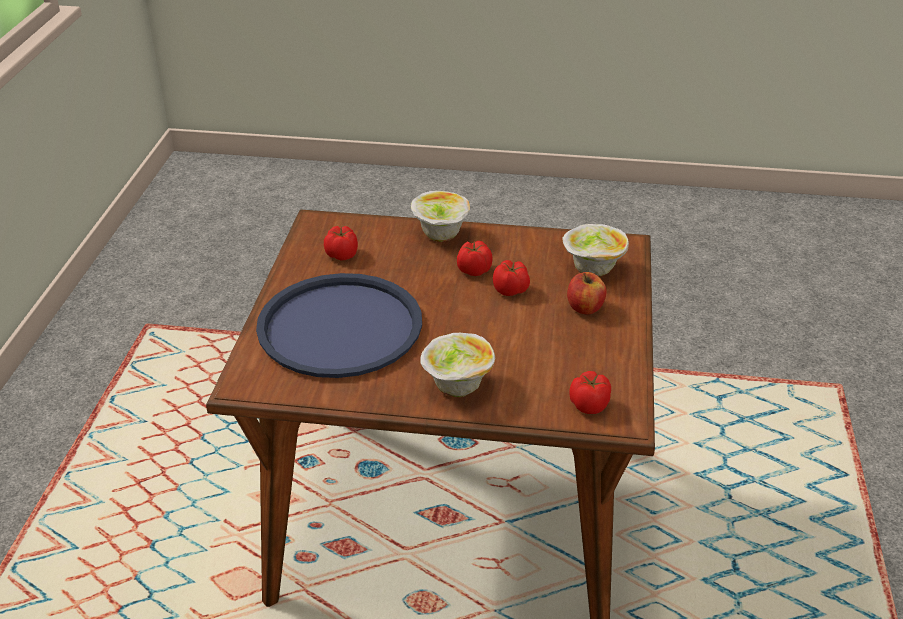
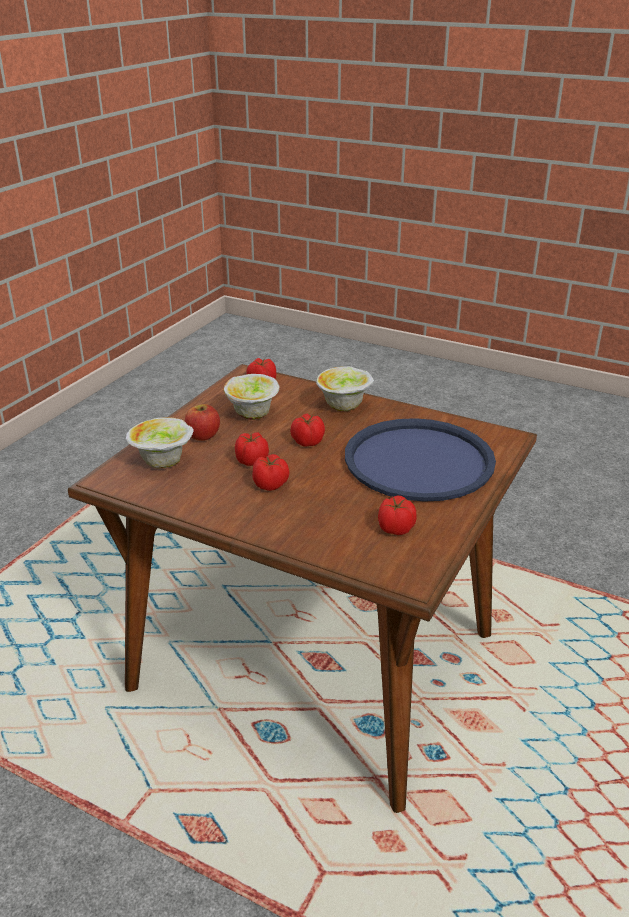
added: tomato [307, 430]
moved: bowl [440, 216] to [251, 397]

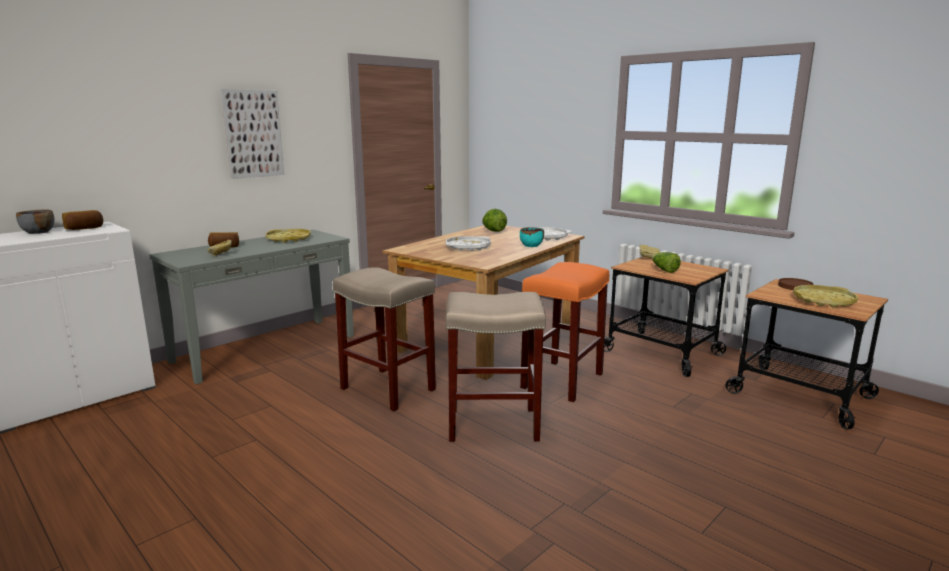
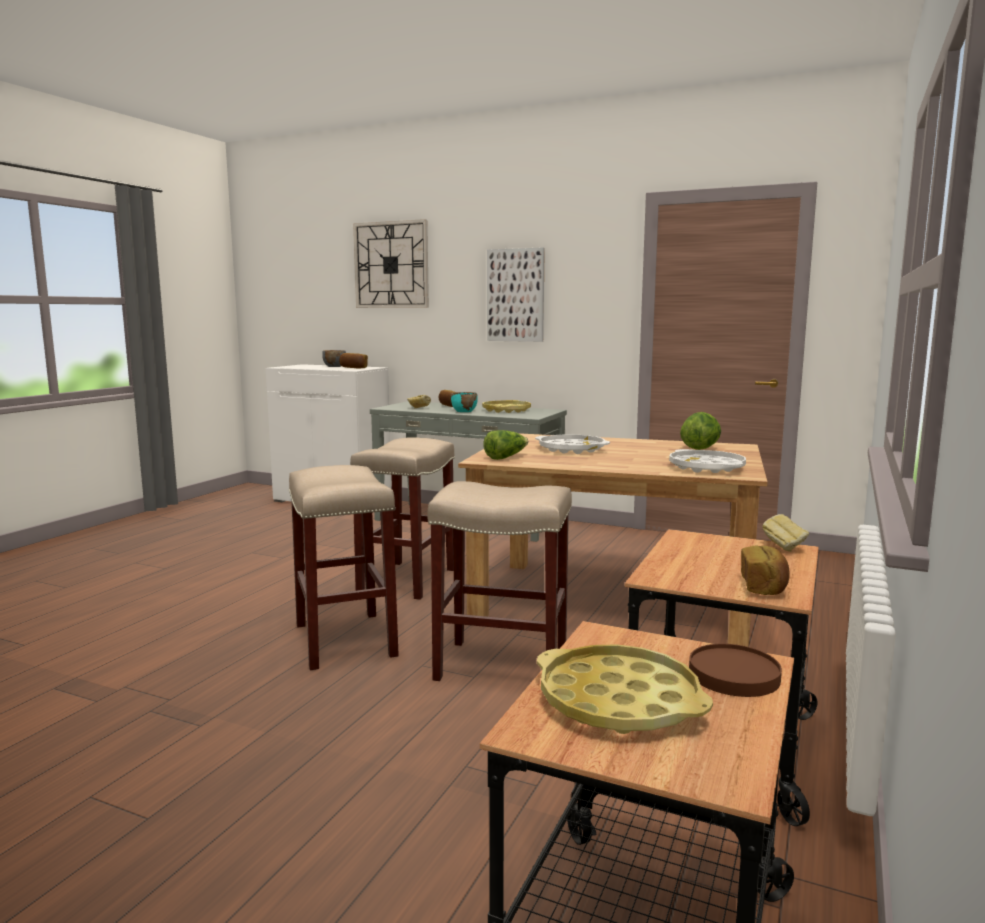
added: wall clock [391, 263]; bread [765, 570]
moved: bowl/turquoise [532, 237] to [464, 402]; lettuce [666, 262] to [506, 445]
recoloured: stool/orange [564, 332] to stool/beige [499, 581]

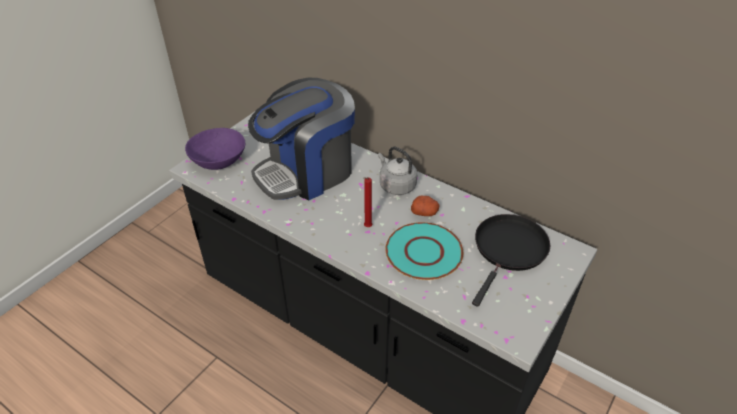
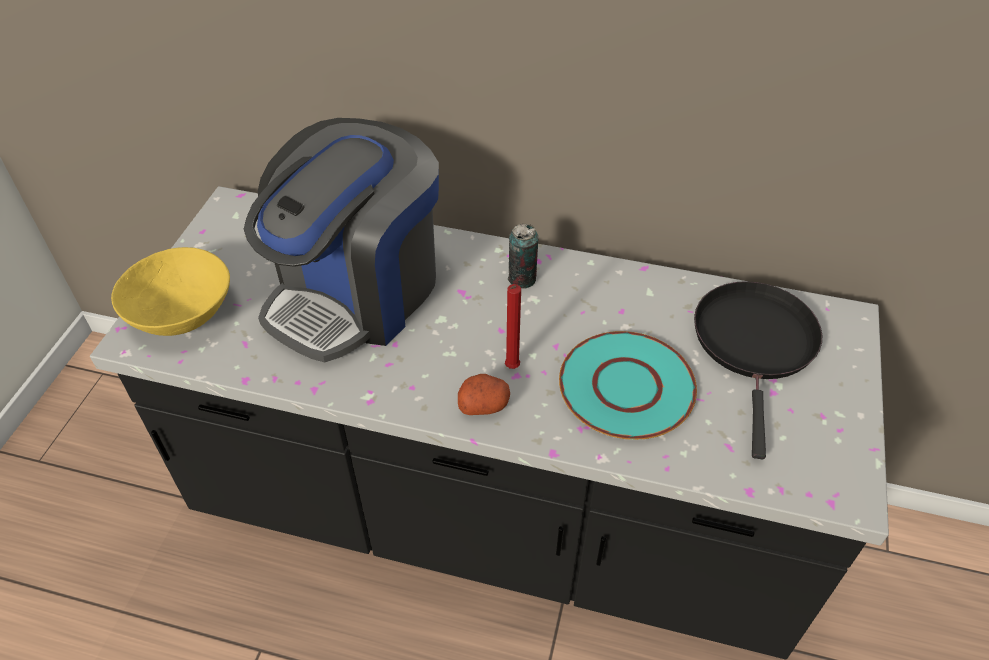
moved: potato [425, 205] to [484, 394]
replaced: kettle/grey [397, 171] to can [523, 256]
recoloured: bowl/purple [215, 149] to bowl/yellow [170, 291]

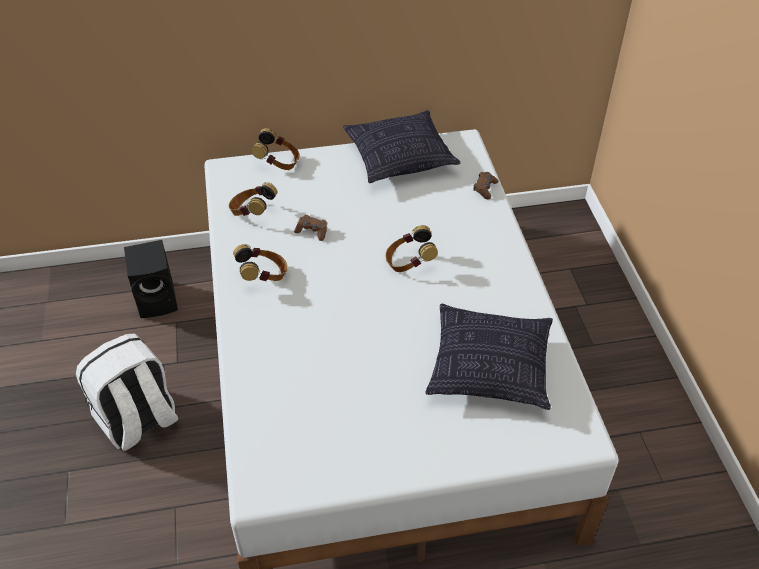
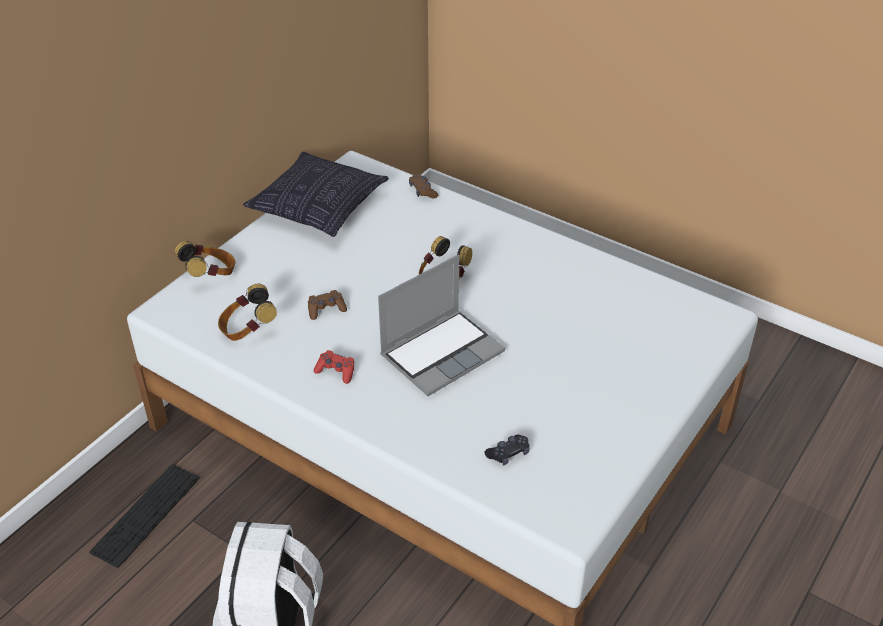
removed: pillow [489, 357]
added: laptop [441, 325]; game controller/black [506, 449]
replaced: speaker/black [151, 279] to keyboard [144, 516]; headphones [260, 262] to game controller/red [334, 367]

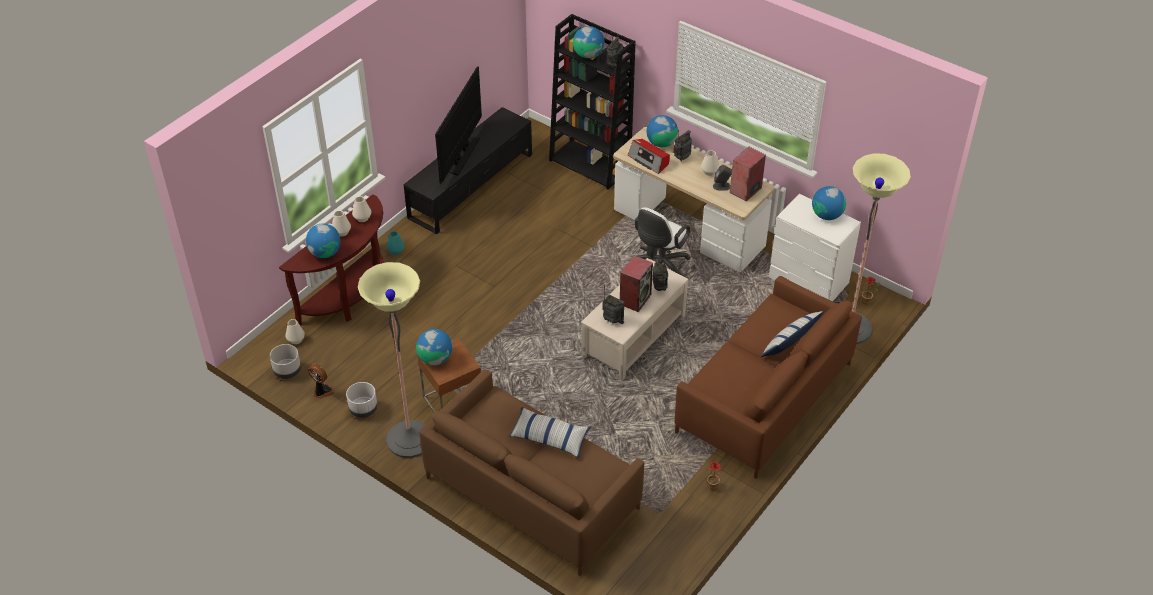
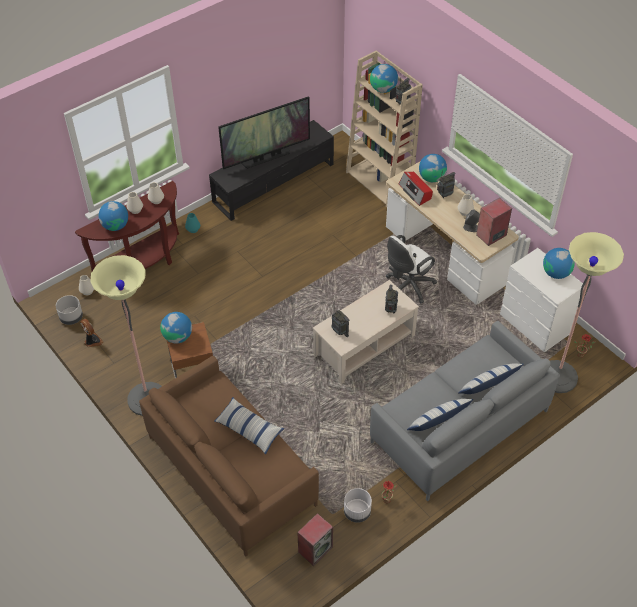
added: pillow [440, 415]
moved: planter/white [361, 400] to [358, 505]; speaker [636, 284] to [315, 539]
recoloured: bookcase/black [592, 102] to bookcase/beige [384, 128]; sofa/brown [768, 377] to sofa/grey [465, 411]
turned: television [458, 125] = [264, 132] 150 degrees counterclockwise

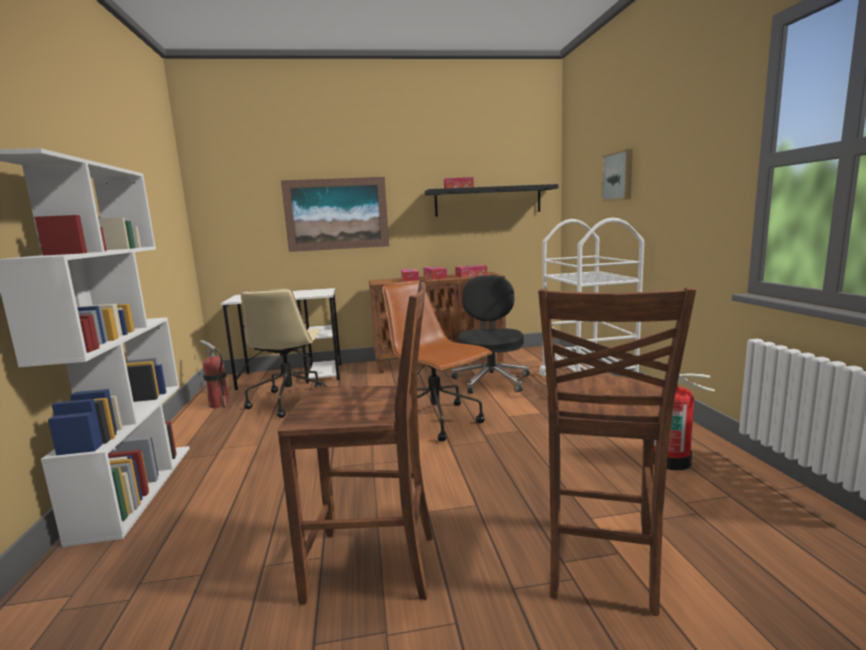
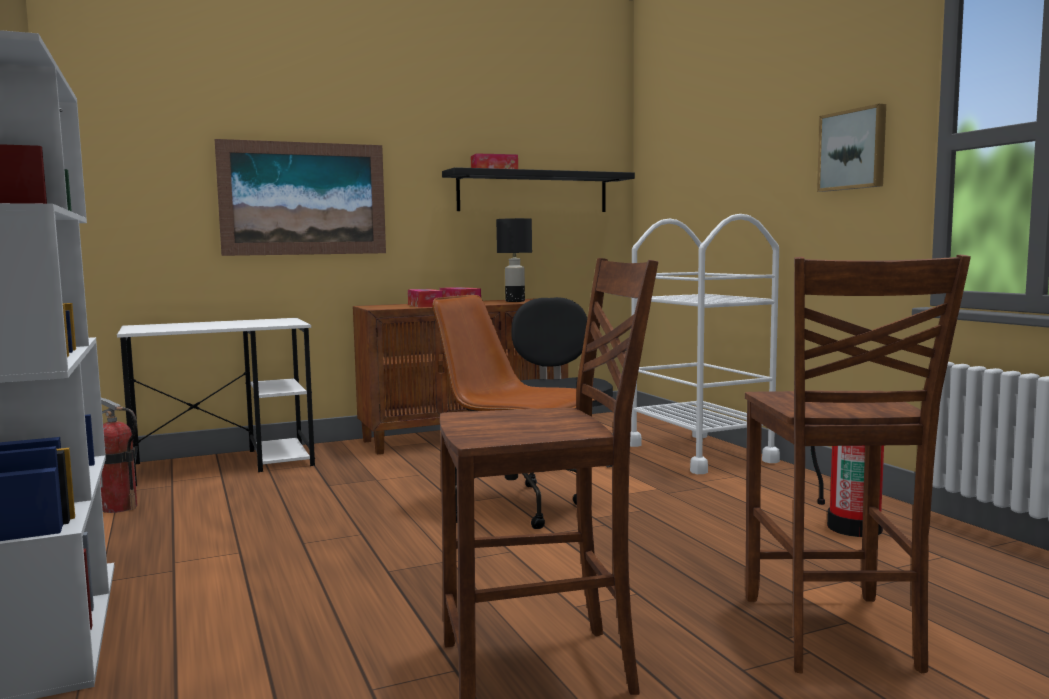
removed: office chair/beige [283, 353]
moved: picture [617, 175] to [851, 148]
replaced: tissue box [471, 271] to table lamp/black [514, 260]

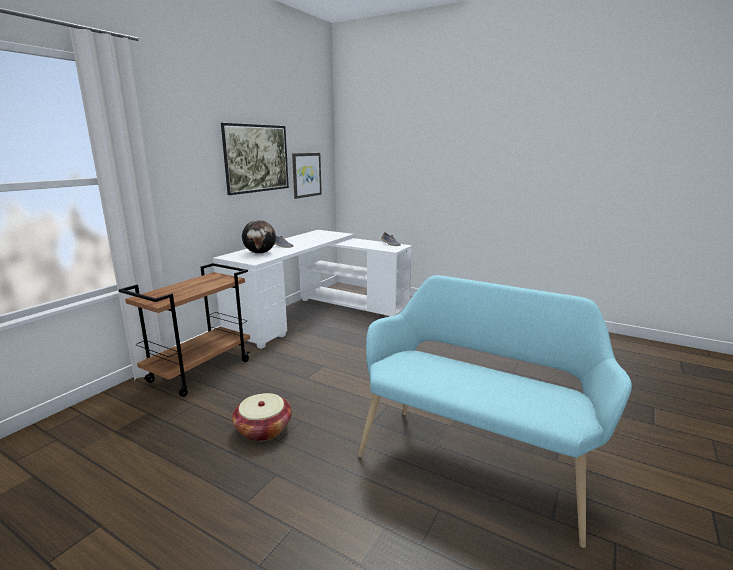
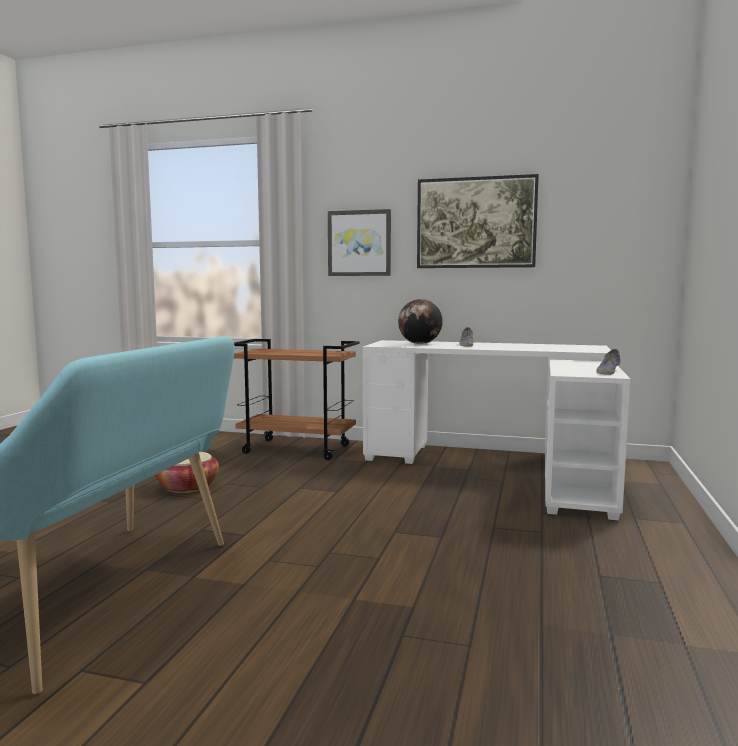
moved: picture [307, 176] to [359, 242]

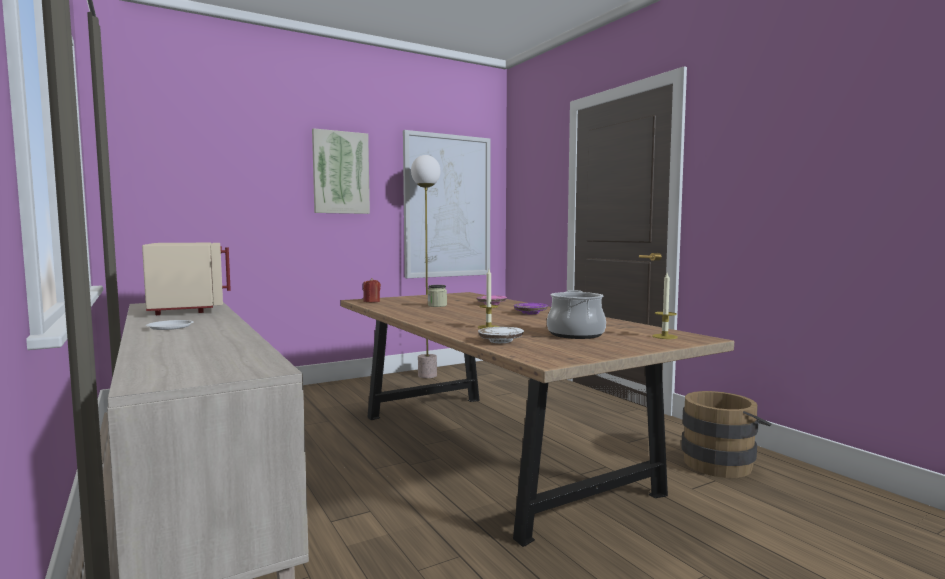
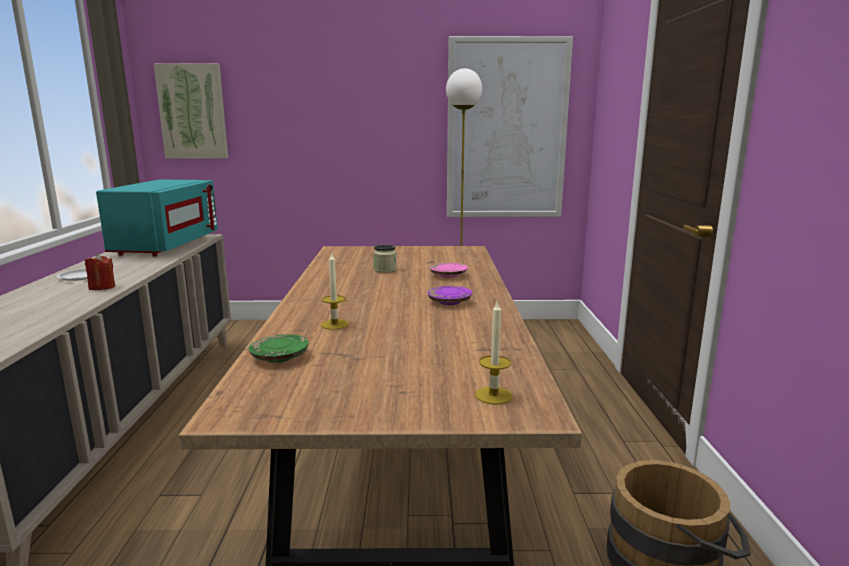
removed: cooking pot [576, 314]
moved: picture [341, 171] to [191, 111]; candle/red [372, 290] to [100, 272]
recoloured: microwave/beige [186, 279] to microwave/turquoise [157, 218]; plate/white [501, 335] to plate/green [279, 348]

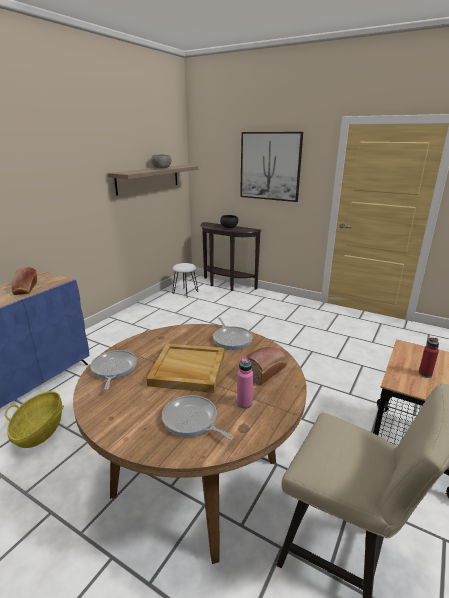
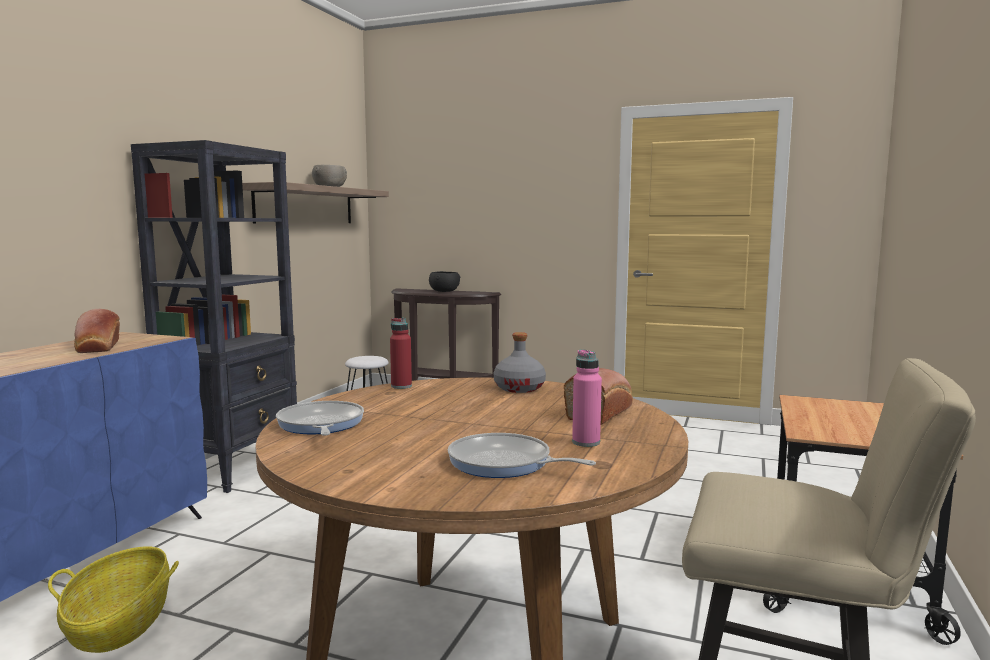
removed: tray/beige [185, 368]; picture [271, 167]
added: bookcase/black [214, 316]
moved: bottle/red [428, 358] to [401, 353]
replaced: frying pan [233, 333] to bottle/grey [520, 362]

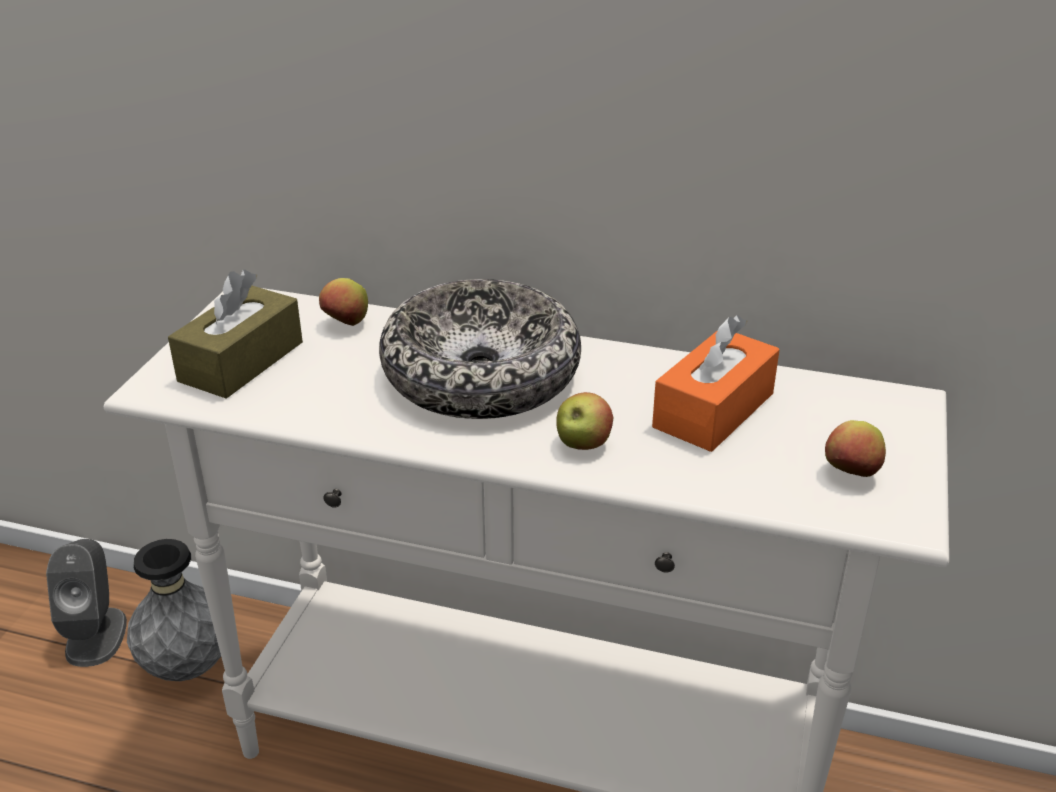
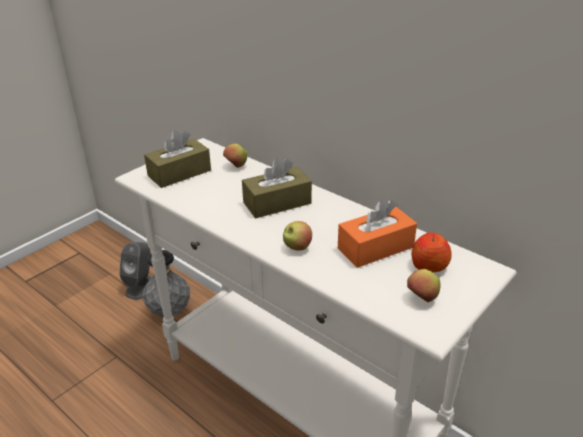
added: apple [431, 252]
replaced: bowl [480, 349] to tissue box/brown [277, 188]

